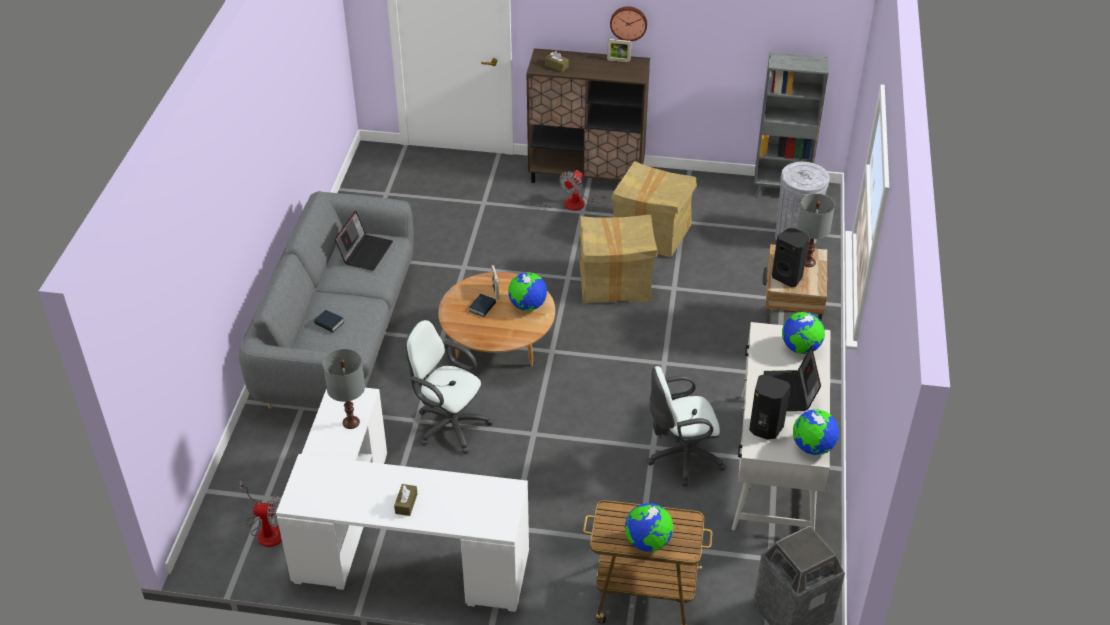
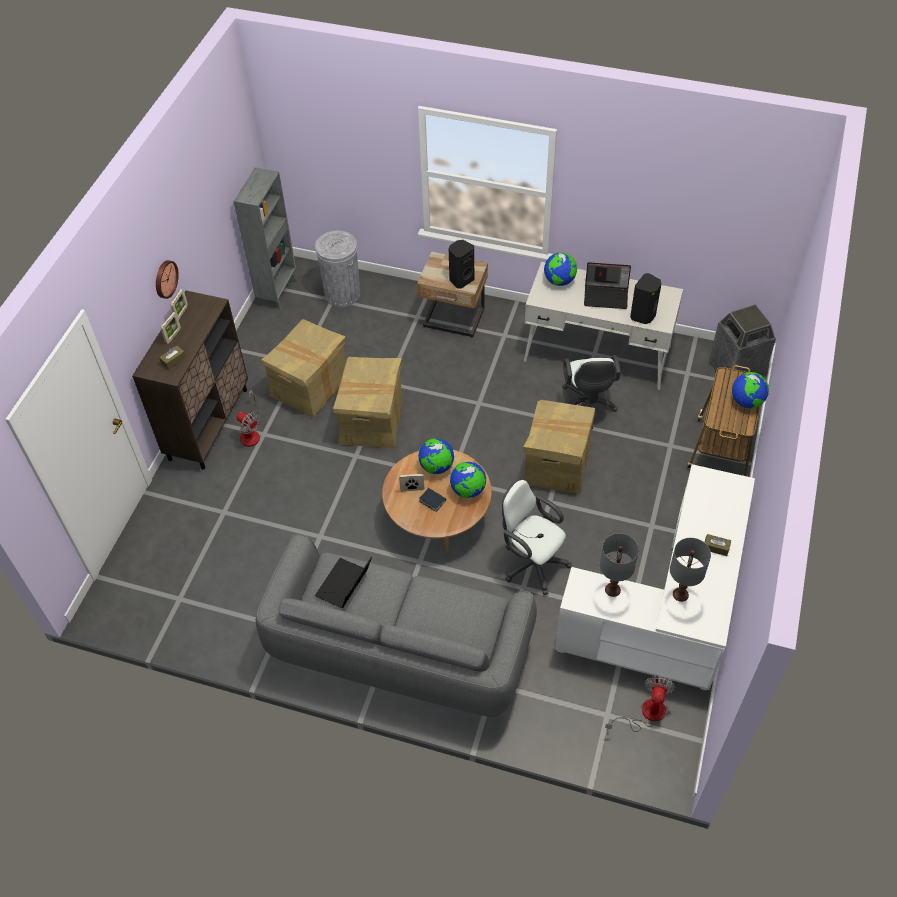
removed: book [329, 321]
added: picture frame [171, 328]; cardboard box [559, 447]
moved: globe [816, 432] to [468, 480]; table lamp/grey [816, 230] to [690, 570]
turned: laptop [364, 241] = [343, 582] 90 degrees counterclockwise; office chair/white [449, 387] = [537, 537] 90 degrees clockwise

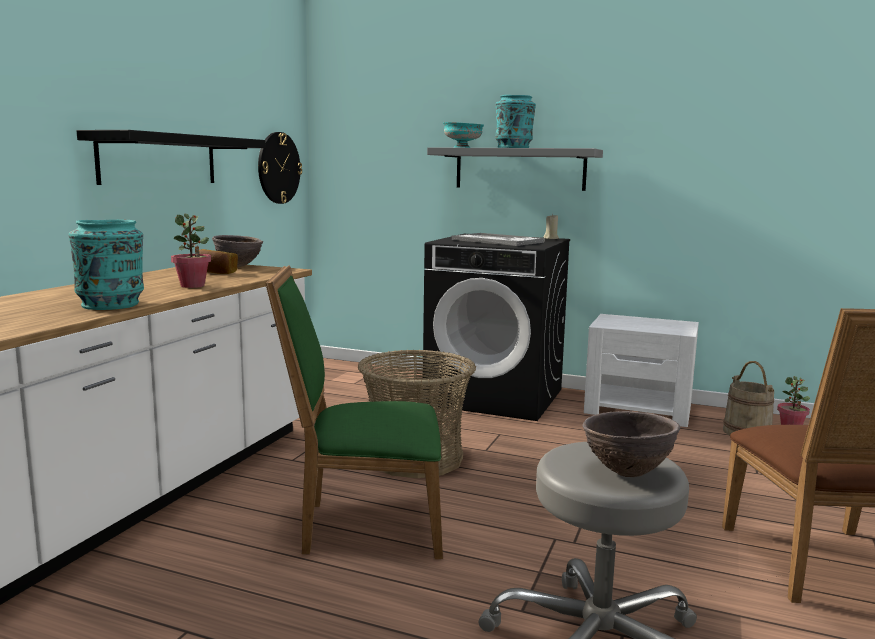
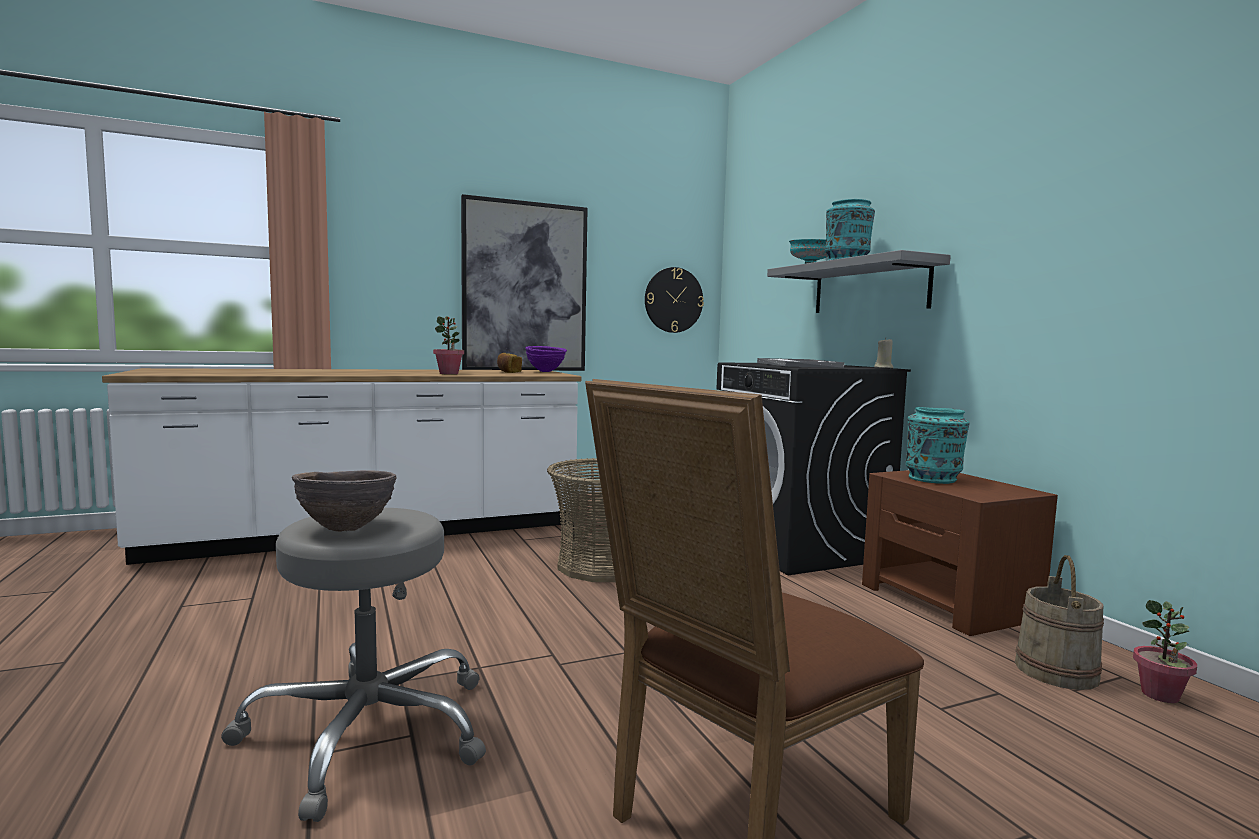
removed: chair/green [354, 412]
moved: vase/turquoise [106, 264] to [937, 445]
replaced: shelf/black [171, 157] to picture [524, 282]
recoloured: bowl/brown [237, 251] to bowl/purple [546, 359]; nightstand/white [641, 370] to nightstand/brown [960, 553]

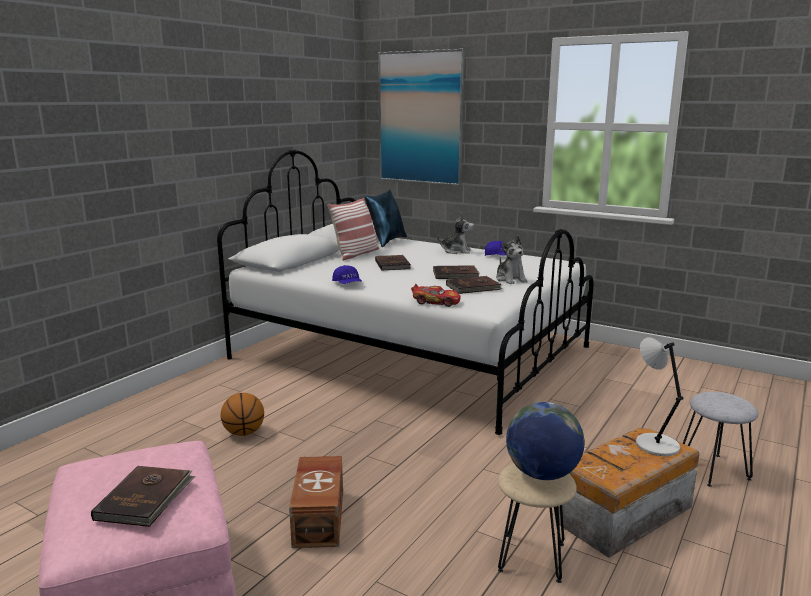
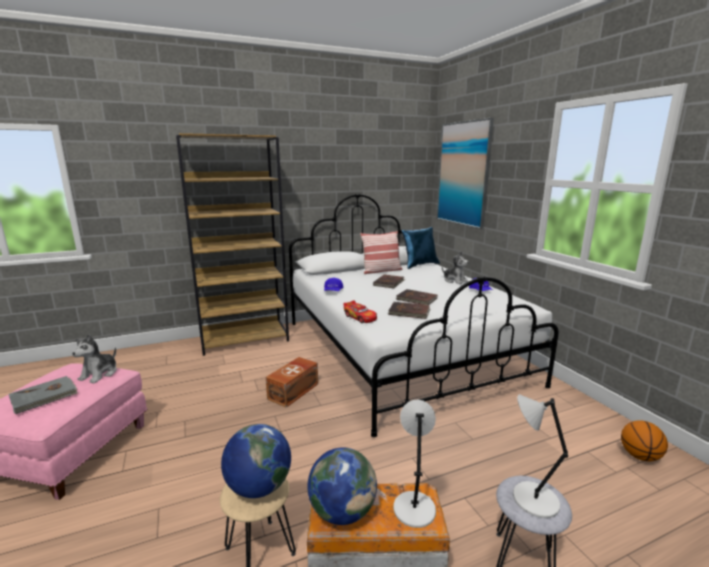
added: bookcase/brown [232, 244]; globe [342, 486]; table lamp/grey [540, 456]
moved: basketball [242, 414] to [644, 440]; storage box/brown [316, 502] to [292, 382]; plush toy [512, 259] to [94, 358]
recoloured: book/brown [143, 496] to book/grey [43, 395]

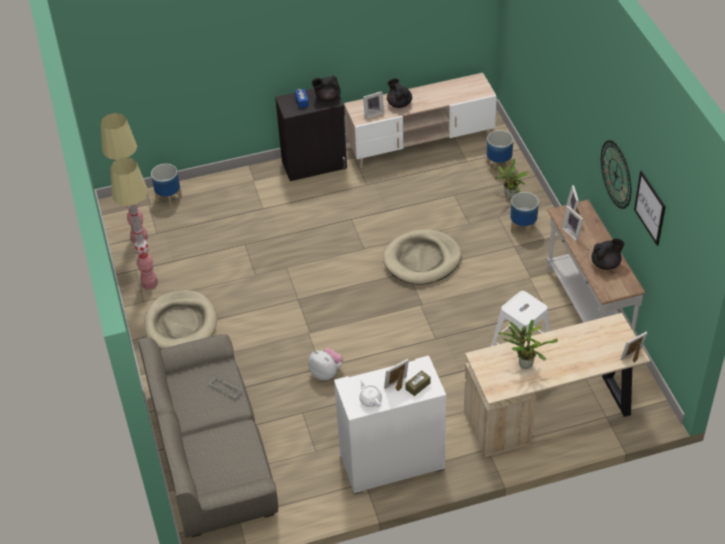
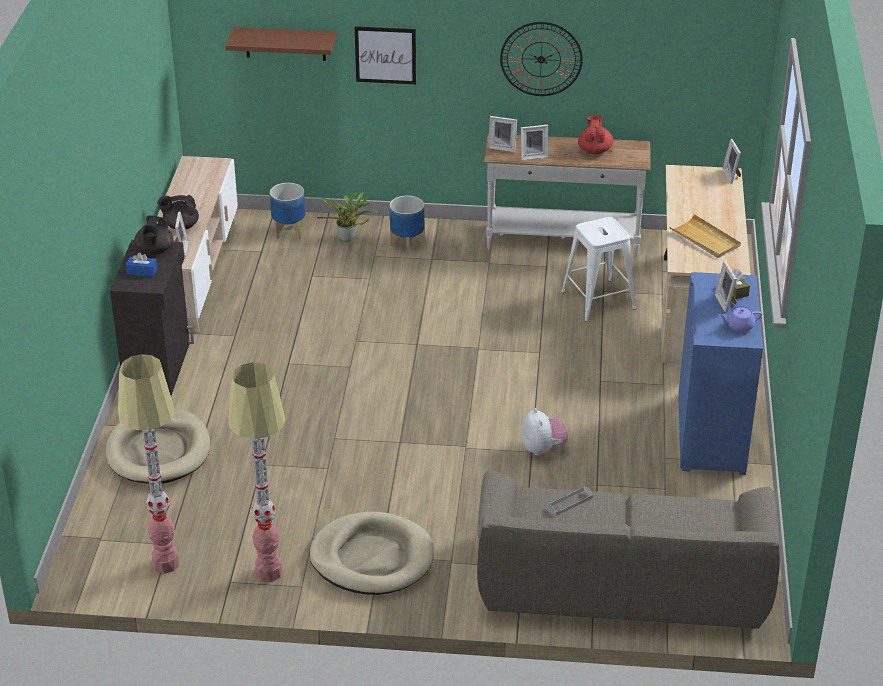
removed: planter [166, 186]
added: shelf/brown [281, 44]
moved: dog bed/beige [422, 257] to [158, 446]; picture [650, 208] to [385, 55]
replaced: potted plant [528, 344] to tray/beige [705, 236]
recoloured: cabinet/white [390, 424] to cabinet/blue [720, 373]; teapot/white [370, 393] to teapot/purple [740, 319]; teapot/black [608, 254] to teapot/red [595, 134]
turned: plush toy [325, 364] = [545, 432] 105 degrees clockwise

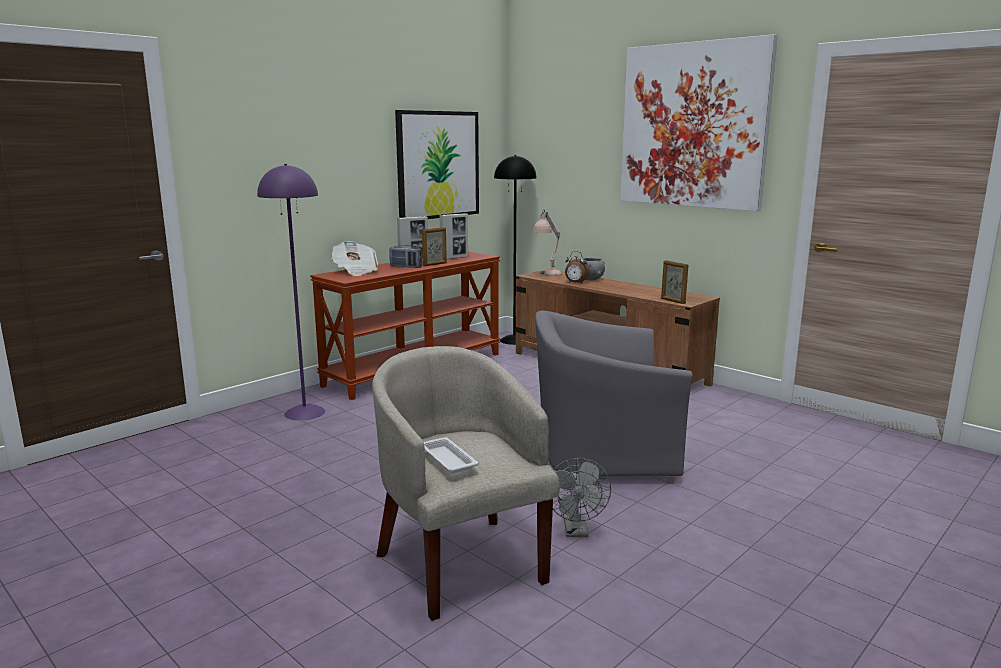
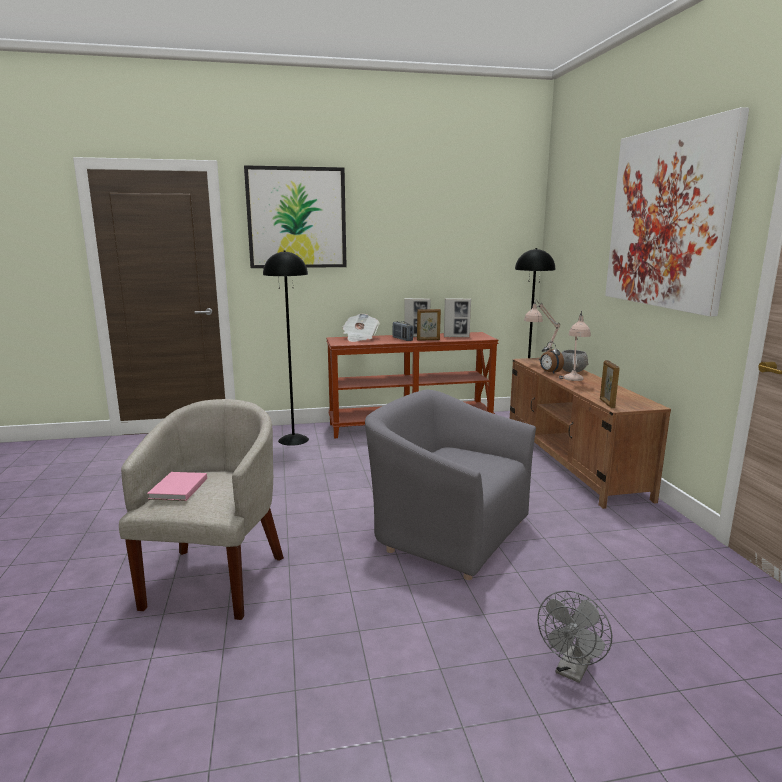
added: table lamp/beige [575, 346]
moved: picture [437, 164] to [295, 216]; fan/grey [582, 497] to [575, 636]
replaced: tray/white [451, 455] to book/pink [177, 486]
recoloured: floor lamp/purple [291, 292] to floor lamp/black [286, 348]

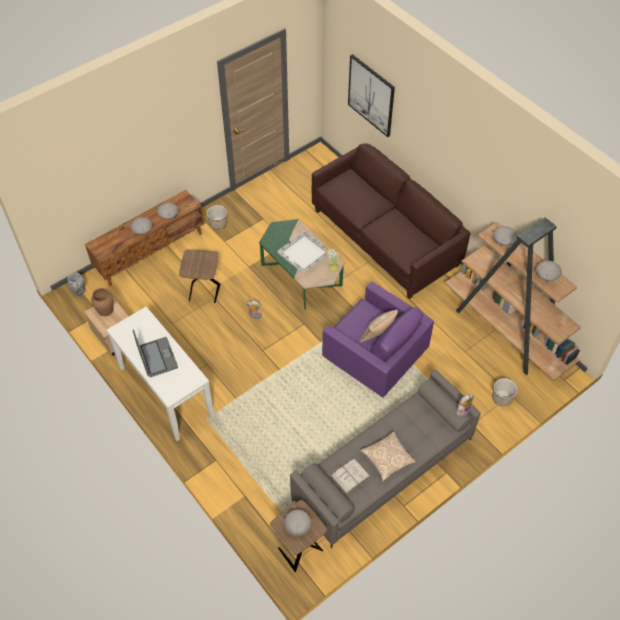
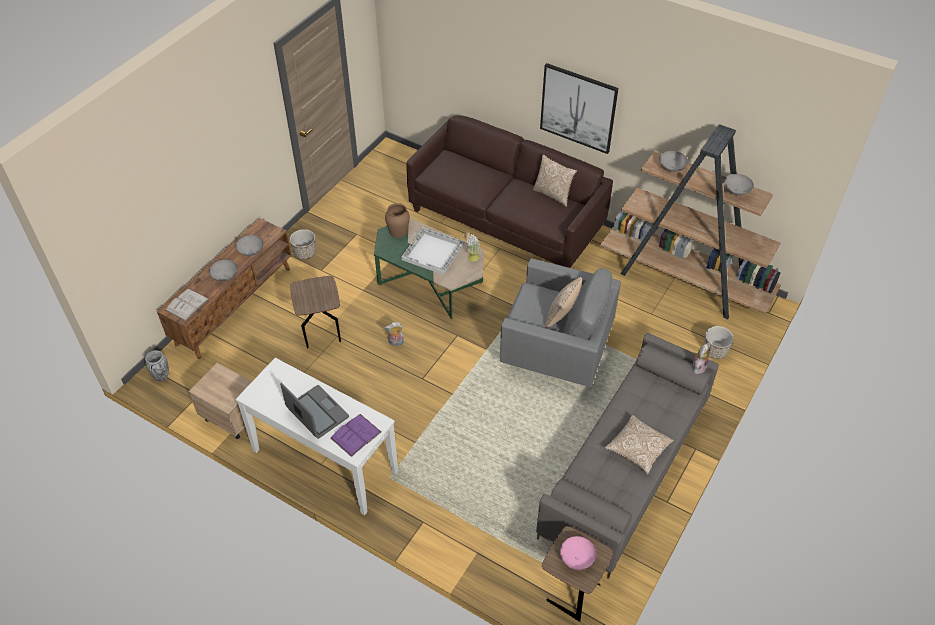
added: book/purple [355, 435]; pillow [554, 180]
moved: vase/brown [102, 302] to [397, 220]; book/white [351, 476] to [187, 305]; picture [371, 95] to [579, 108]
recoloured: bowl/grey [298, 523] to bowl/pink [578, 553]; armchair/purple [378, 339] to armchair/grey [560, 322]

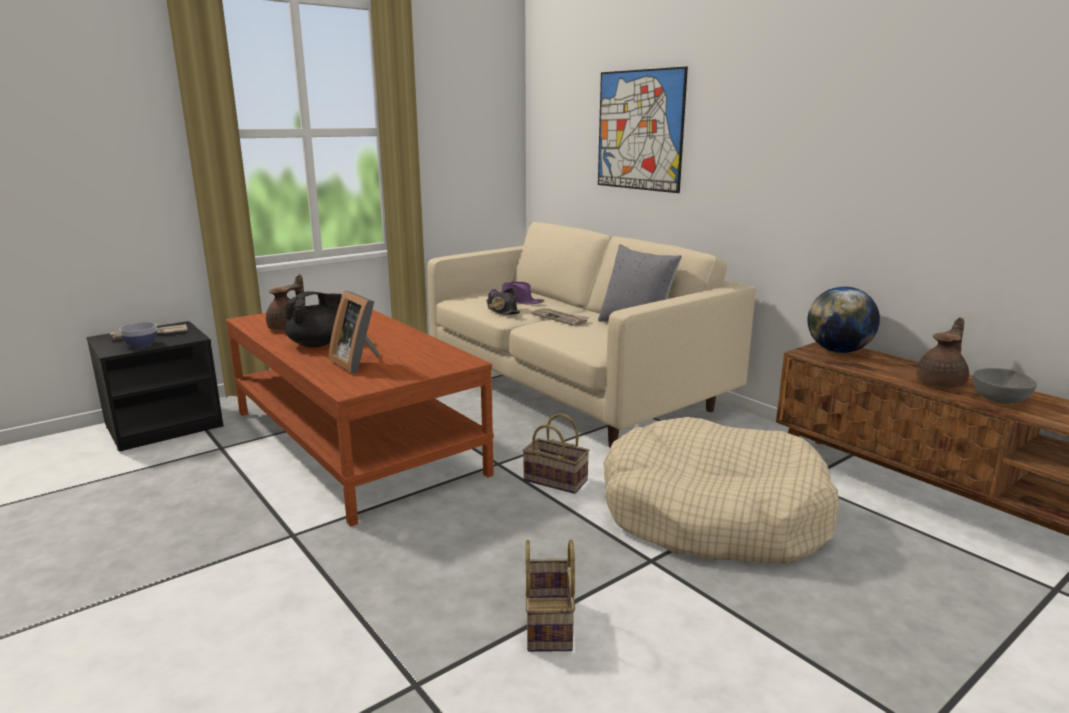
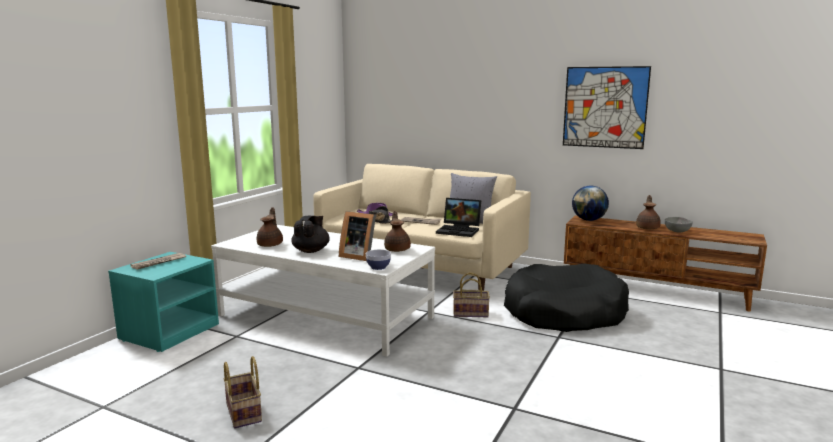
added: teapot/brown [397, 231]; laptop [458, 217]
moved: bowl [138, 335] to [378, 260]; basket [550, 595] to [242, 392]; picture [643, 129] to [607, 107]
recoloured: nightstand/black [154, 386] to nightstand/turquoise [163, 302]; coffee table/brown [360, 415] to coffee table/white [323, 291]; dog bed/beige [721, 490] to dog bed/black [566, 298]

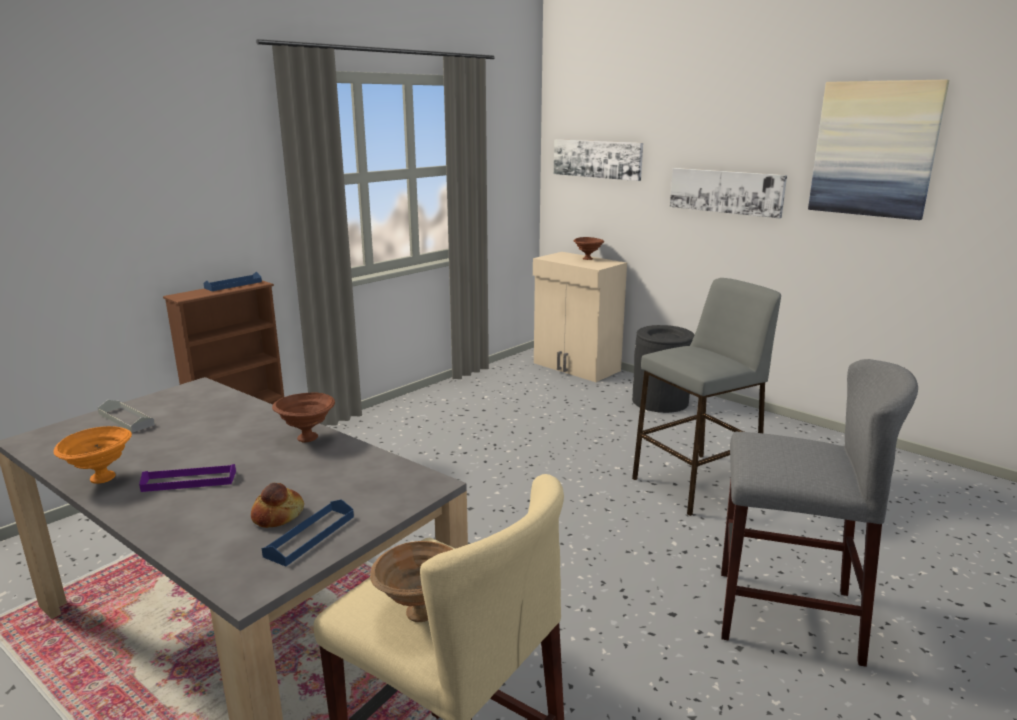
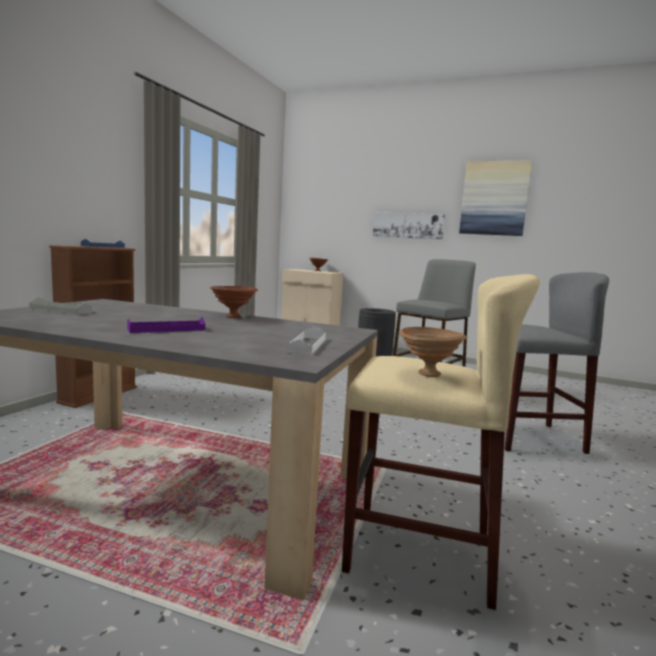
removed: bowl/orange [93, 455]; bread [277, 505]; picture [598, 160]
recoloured: tray/blue [308, 533] to tray/white [306, 340]

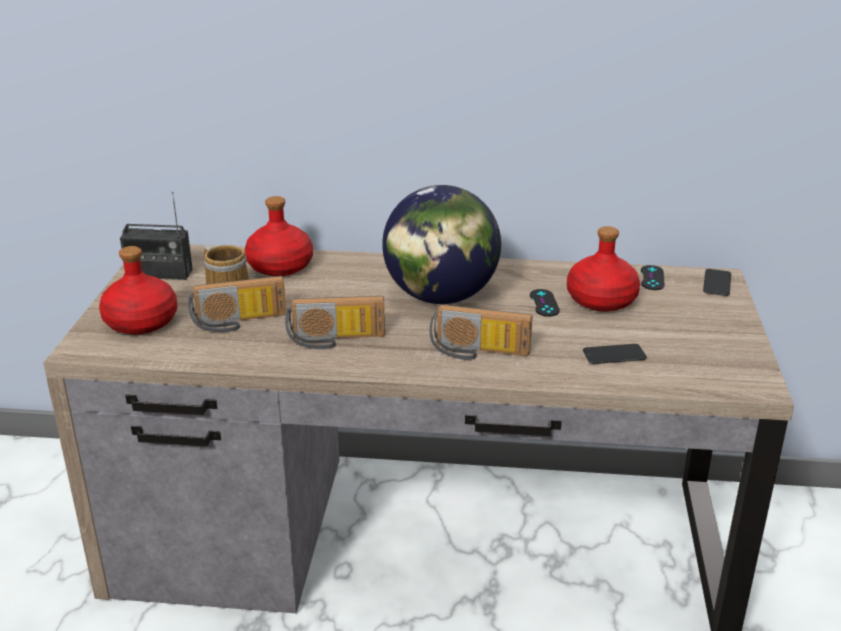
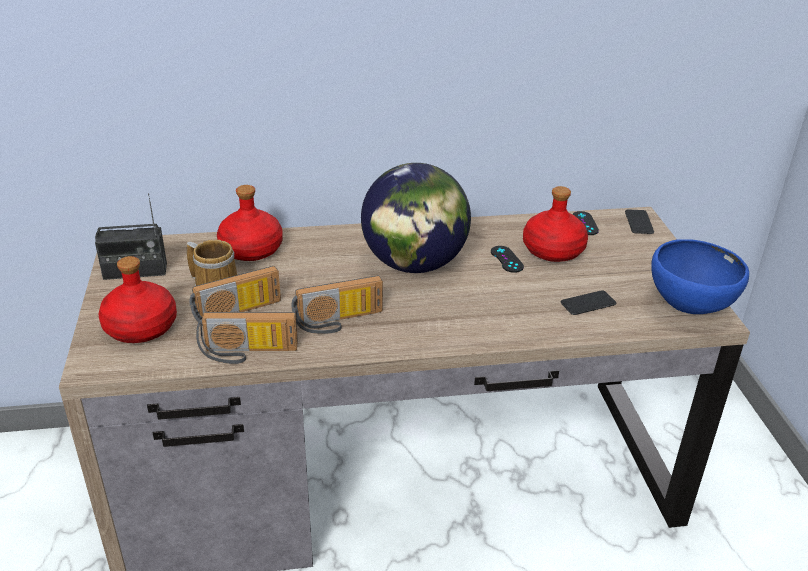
added: bowl/blue [700, 276]
moved: radio [481, 332] to [247, 338]

